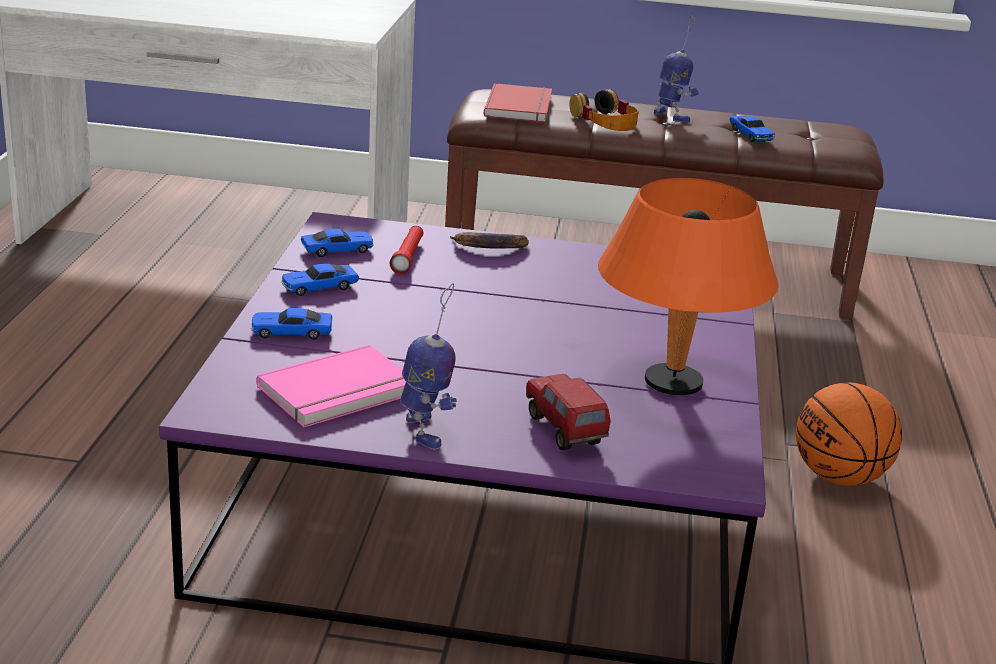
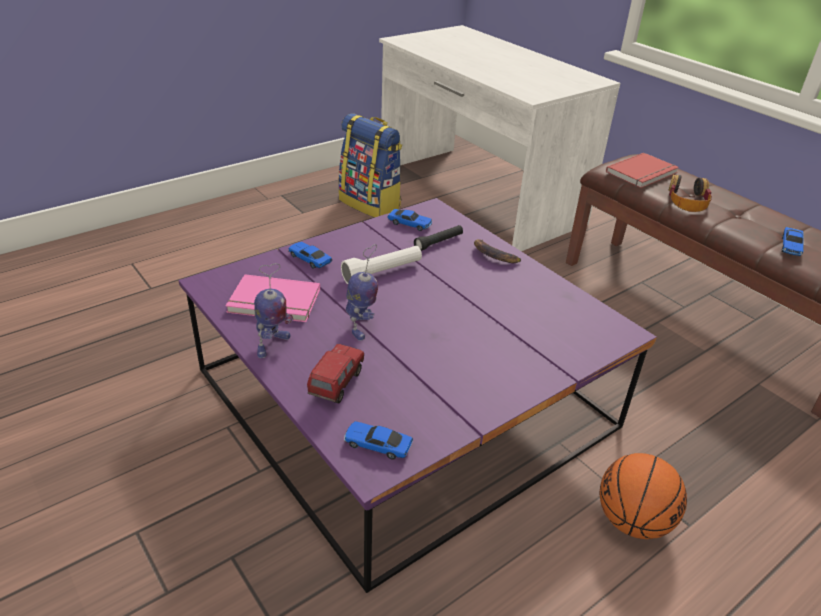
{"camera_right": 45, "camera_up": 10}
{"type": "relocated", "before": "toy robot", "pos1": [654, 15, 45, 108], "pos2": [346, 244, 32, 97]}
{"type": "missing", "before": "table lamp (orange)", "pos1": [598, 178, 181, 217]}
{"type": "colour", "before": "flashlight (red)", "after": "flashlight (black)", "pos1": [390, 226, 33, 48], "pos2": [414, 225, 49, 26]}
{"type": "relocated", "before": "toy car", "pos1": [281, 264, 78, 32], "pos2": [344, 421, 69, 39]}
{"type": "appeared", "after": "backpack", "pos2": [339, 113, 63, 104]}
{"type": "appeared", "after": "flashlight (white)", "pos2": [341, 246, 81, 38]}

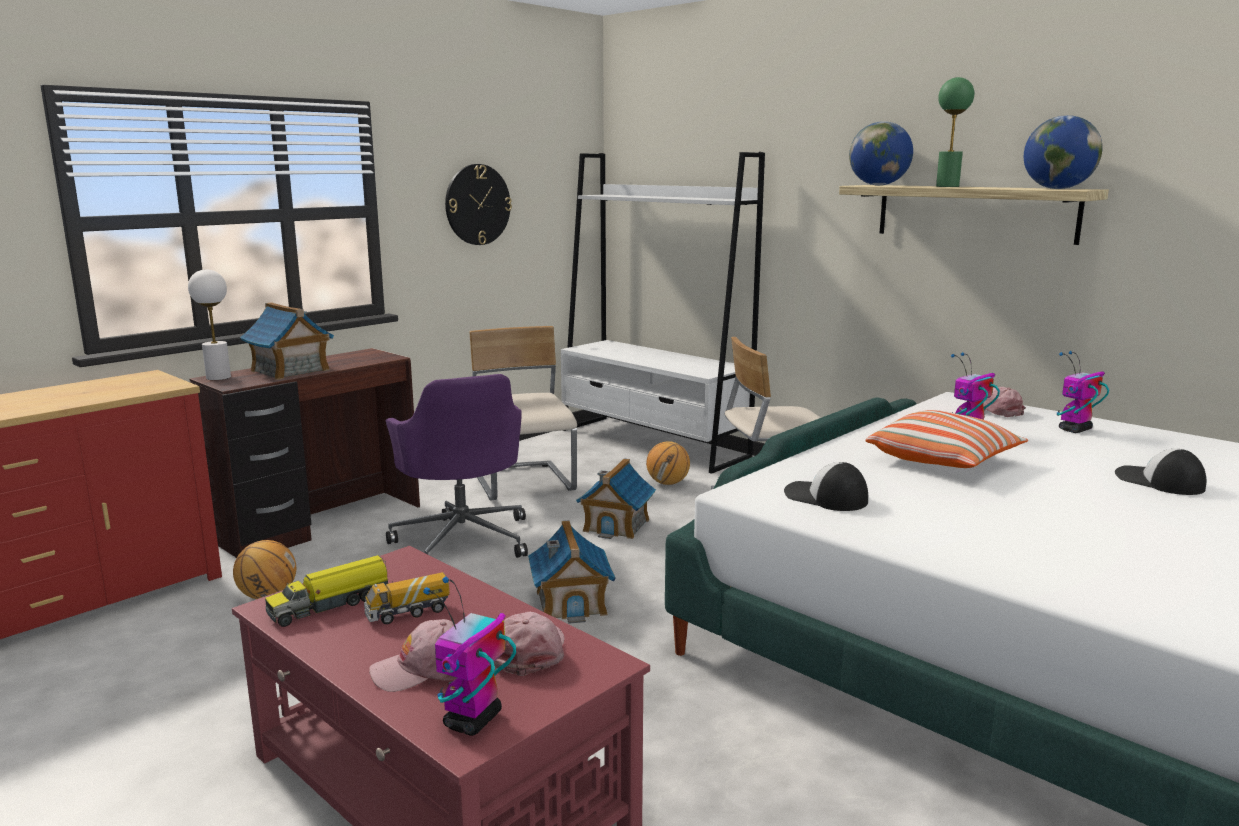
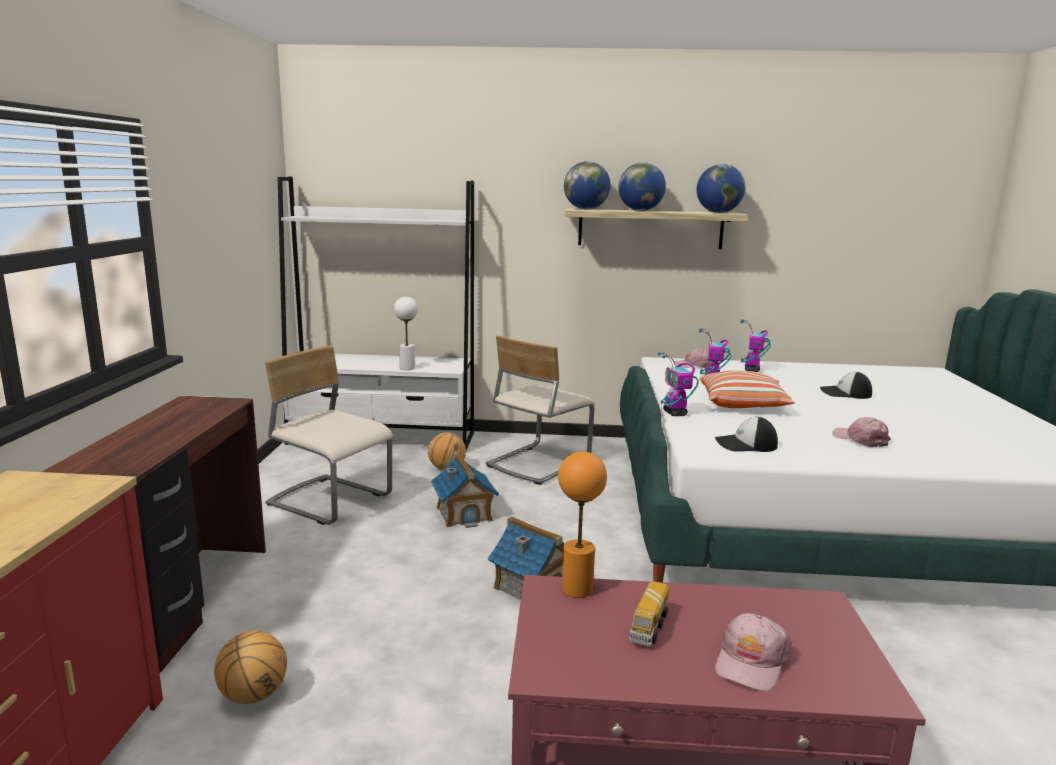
{"camera_right": -40, "camera_up": 0}
{"type": "exchanged", "before": "table lamp (green)", "after": "globe", "pos1": [936, 77, 38, 110], "pos2": [619, 162, 47, 49]}
{"type": "missing", "before": "wall clock", "pos1": [445, 164, 67, 81]}
{"type": "relocated", "before": "table lamp (white)", "pos1": [188, 269, 43, 111], "pos2": [394, 297, 24, 73]}
{"type": "missing", "before": "toy house", "pos1": [240, 302, 94, 78]}
{"type": "missing", "before": "office chair (purple)", "pos1": [386, 374, 142, 184]}
{"type": "missing", "before": "toy truck", "pos1": [265, 555, 128, 72]}
{"type": "relocated", "before": "toy robot", "pos1": [423, 576, 93, 160], "pos2": [658, 353, 41, 63]}
{"type": "relocated", "before": "cap (pink)", "pos1": [494, 612, 71, 64], "pos2": [832, 417, 59, 30]}
{"type": "appeared", "after": "table lamp (orange)", "pos2": [558, 452, 49, 146]}

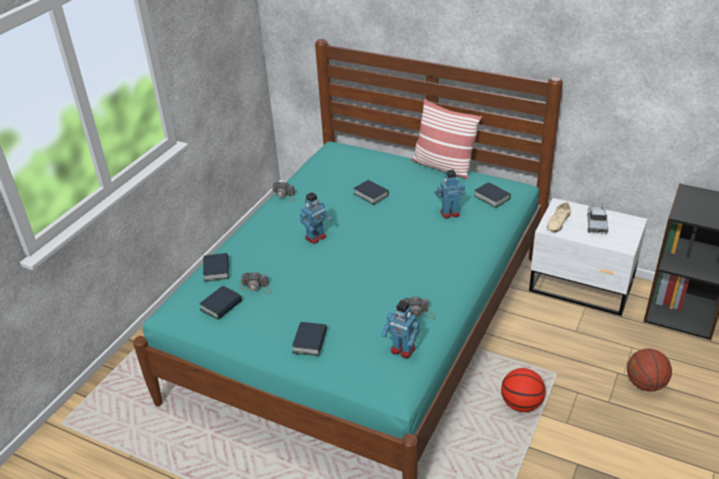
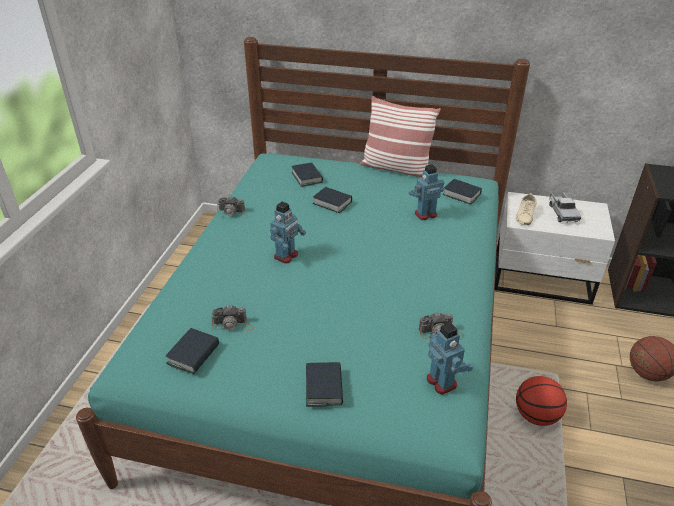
{"camera_right": -15, "camera_up": 0}
{"type": "relocated", "before": "book", "pos1": [203, 253, 26, 29], "pos2": [292, 162, 31, 25]}
{"type": "spun", "before": "toy robot", "pos1": [381, 300, 39, 58], "pos2": [427, 322, 46, 73], "turn": -135}

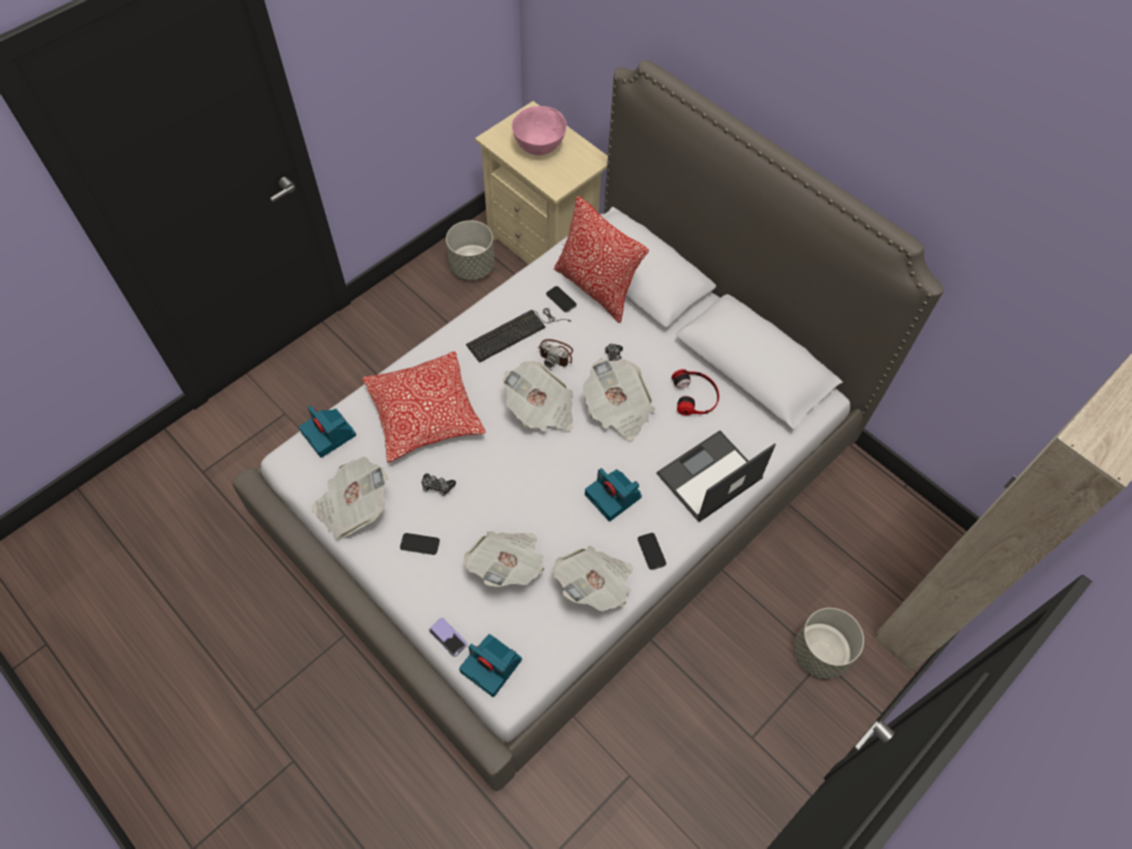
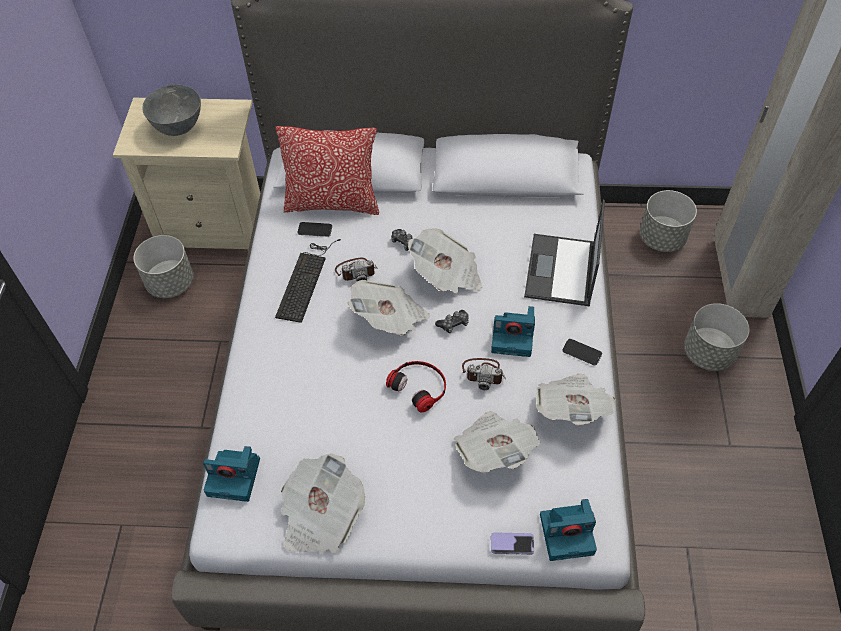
{"camera_right": -40, "camera_up": -5}
{"type": "colour", "before": "bowl (pink)", "after": "bowl (grey)", "pos1": [512, 106, 55, 49], "pos2": [142, 84, 59, 52]}
{"type": "missing", "before": "pillow", "pos1": [362, 351, 124, 111]}
{"type": "relocated", "before": "headphones", "pos1": [671, 369, 48, 46], "pos2": [386, 361, 60, 51]}
{"type": "relocated", "before": "game controller", "pos1": [422, 473, 34, 23], "pos2": [435, 310, 34, 23]}
{"type": "missing", "before": "phone", "pos1": [400, 533, 40, 22]}
{"type": "appeared", "after": "planter (grey)", "pos2": [640, 190, 57, 62]}
{"type": "appeared", "after": "photo camera", "pos2": [462, 358, 44, 32]}

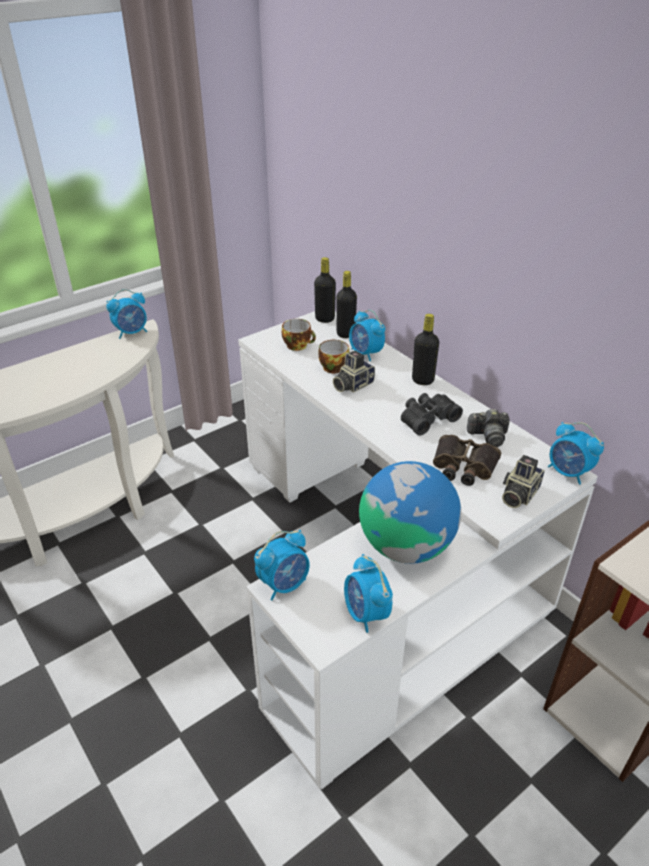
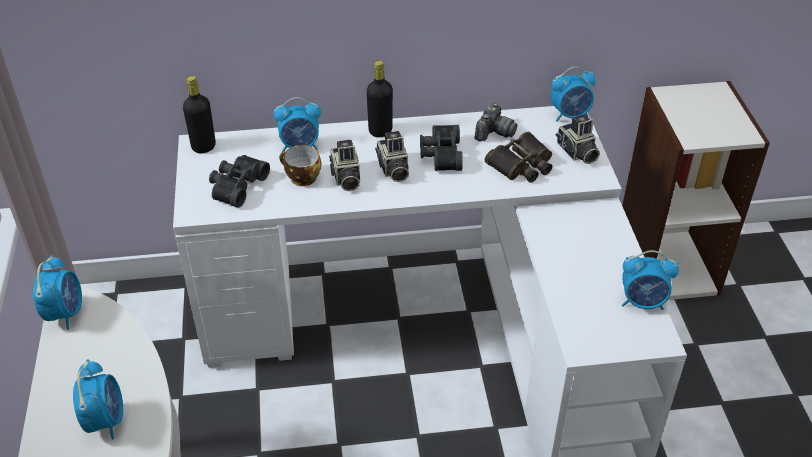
{"camera_right": -60, "camera_up": 5}
{"type": "missing", "before": "bottle (black)", "pos1": [336, 271, 21, 67]}
{"type": "exchanged", "before": "cup", "after": "binoculars (black)", "pos1": [282, 319, 34, 32], "pos2": [209, 155, 61, 53]}
{"type": "missing", "before": "globe", "pos1": [359, 461, 102, 103]}
{"type": "relocated", "before": "alarm clock", "pos1": [254, 530, 56, 71], "pos2": [73, 359, 50, 81]}
{"type": "appeared", "after": "photo camera", "pos2": [375, 131, 34, 51]}

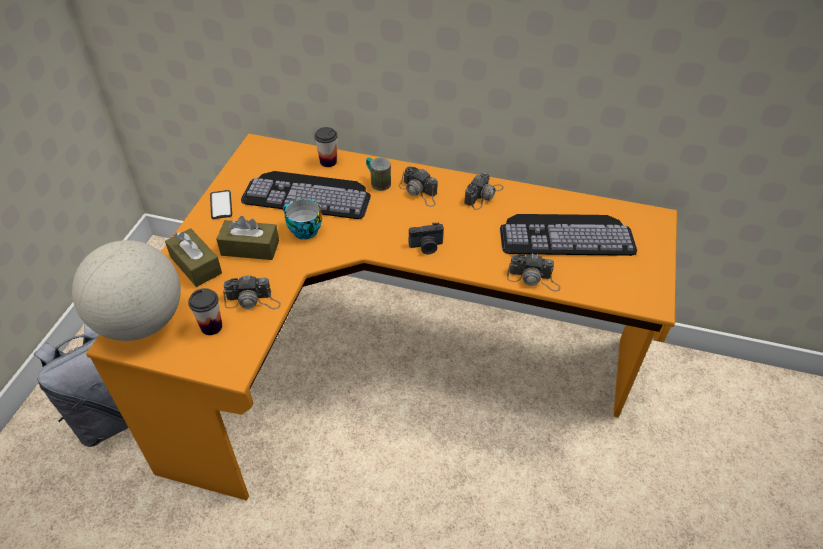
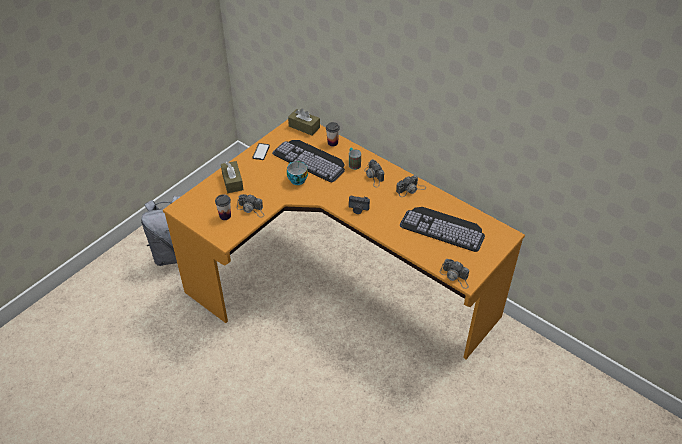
{"camera_right": 25, "camera_up": 0}
{"type": "relocated", "before": "tissue box (brown)", "pos1": [216, 216, 63, 44], "pos2": [288, 108, 32, 28]}
{"type": "missing", "before": "globe", "pos1": [72, 240, 109, 101]}
{"type": "relocated", "before": "photo camera", "pos1": [507, 253, 54, 39], "pos2": [440, 259, 29, 30]}

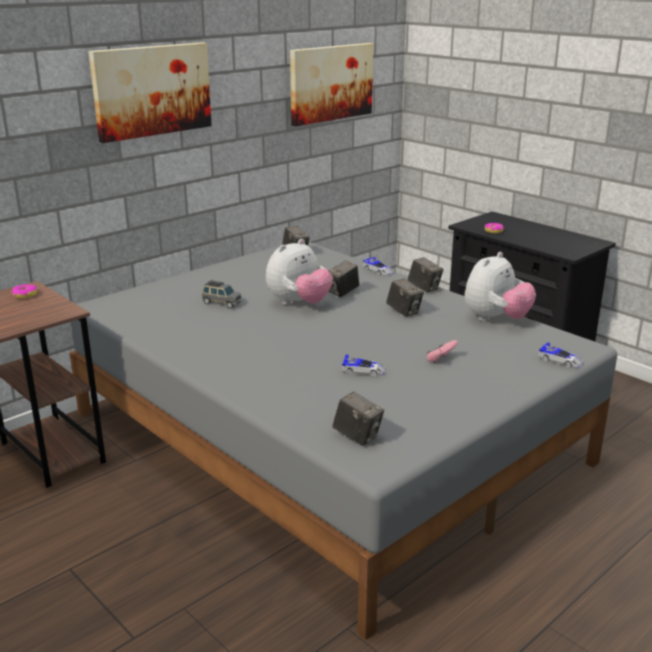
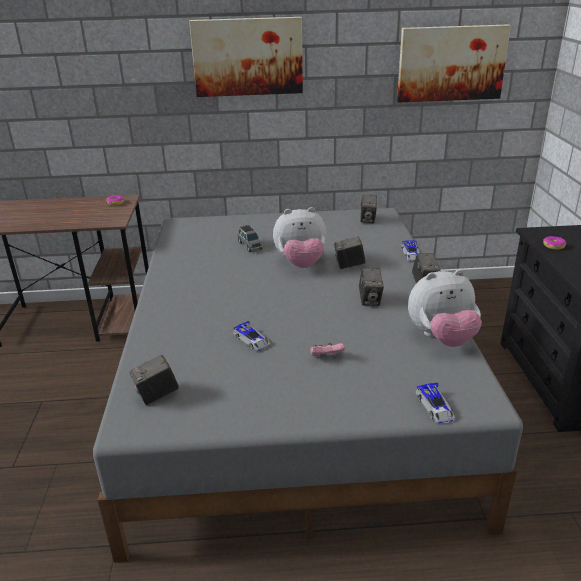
{"camera_right": 40, "camera_up": 5}
{"type": "spun", "before": "photo camera", "pos1": [332, 392, 52, 54], "pos2": [129, 355, 50, 50], "turn": 75}

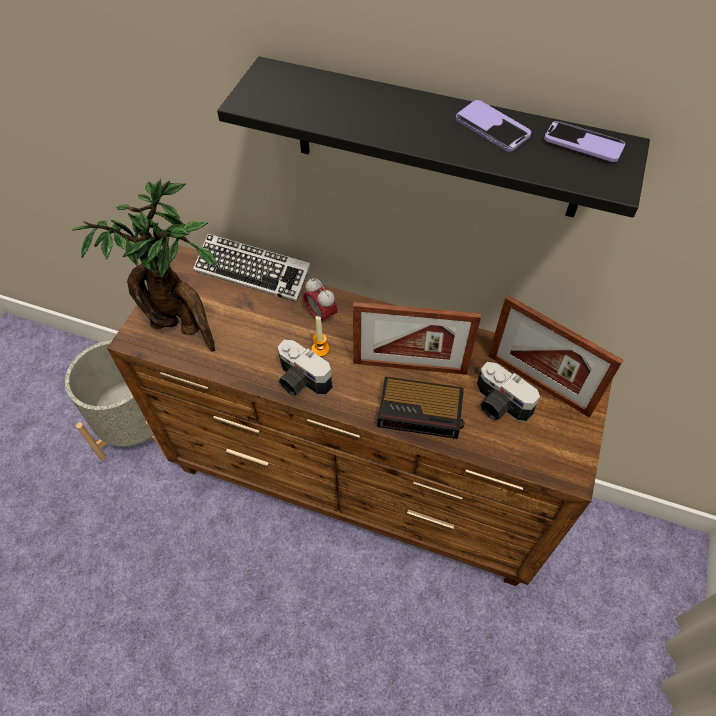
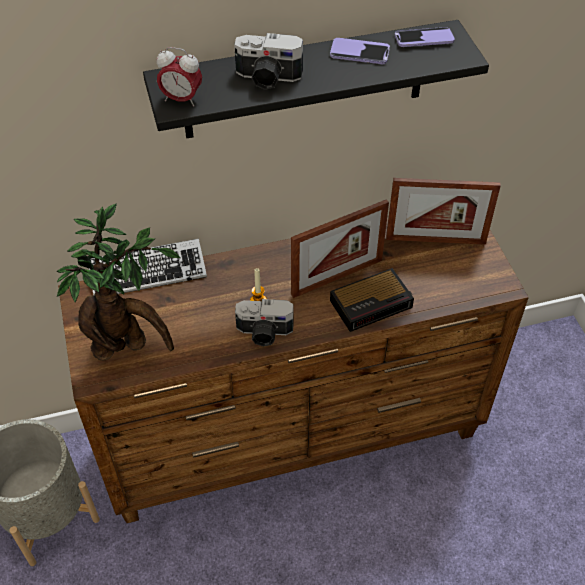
{"camera_right": -35, "camera_up": -5}
{"type": "relocated", "before": "alarm clock", "pos1": [304, 278, 34, 49], "pos2": [156, 47, 46, 60]}
{"type": "relocated", "before": "photo camera", "pos1": [477, 362, 63, 60], "pos2": [234, 33, 69, 57]}

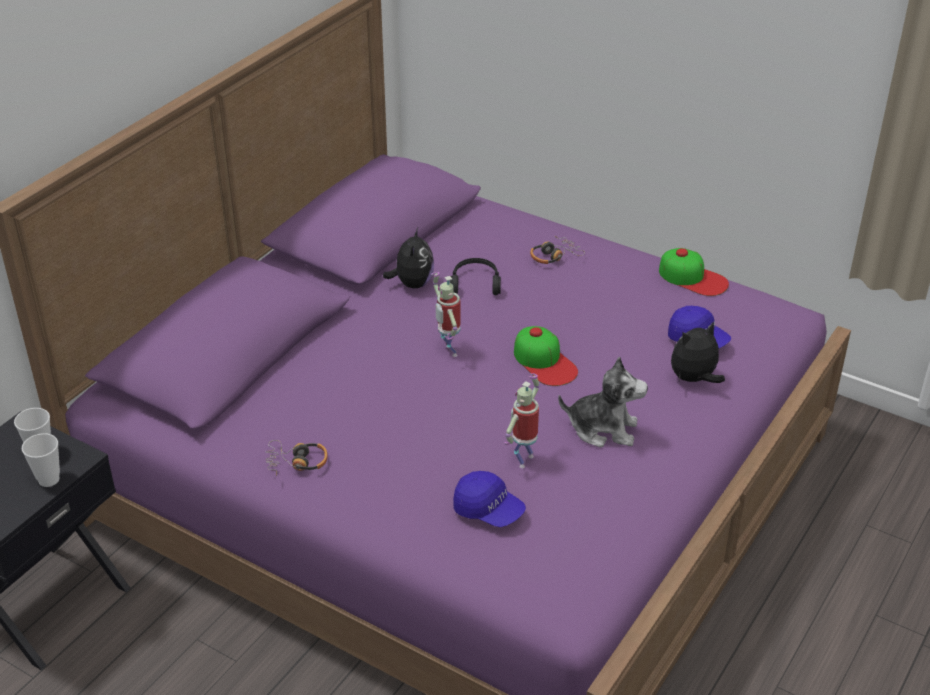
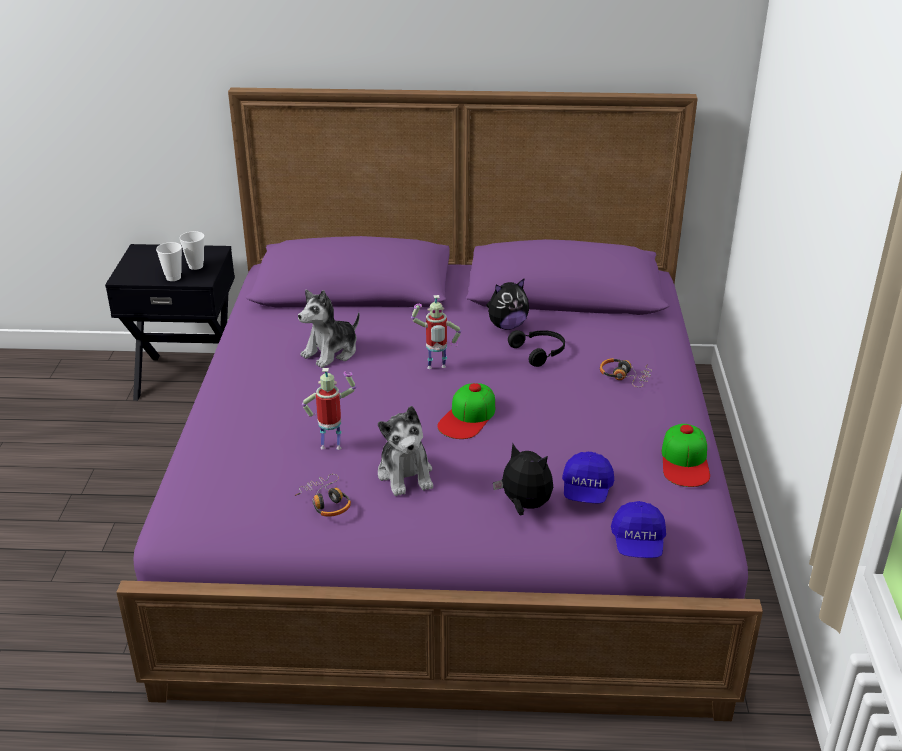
{"camera_right": 60, "camera_up": -5}
{"type": "spun", "before": "toy robot", "pos1": [431, 272, 30, 85], "pos2": [411, 295, 50, 74], "turn": -135}
{"type": "relocated", "before": "headphones", "pos1": [266, 440, 62, 36], "pos2": [295, 474, 56, 43]}
{"type": "relocated", "before": "cap (blue)", "pos1": [453, 471, 73, 56], "pos2": [611, 501, 55, 57]}
{"type": "appeared", "after": "plush toy", "pos2": [298, 290, 62, 78]}

